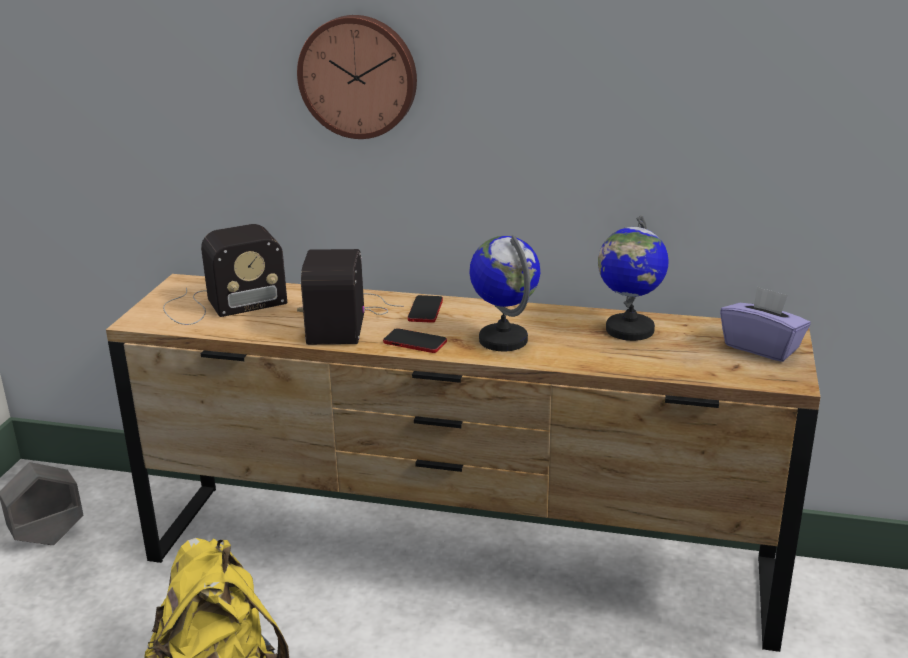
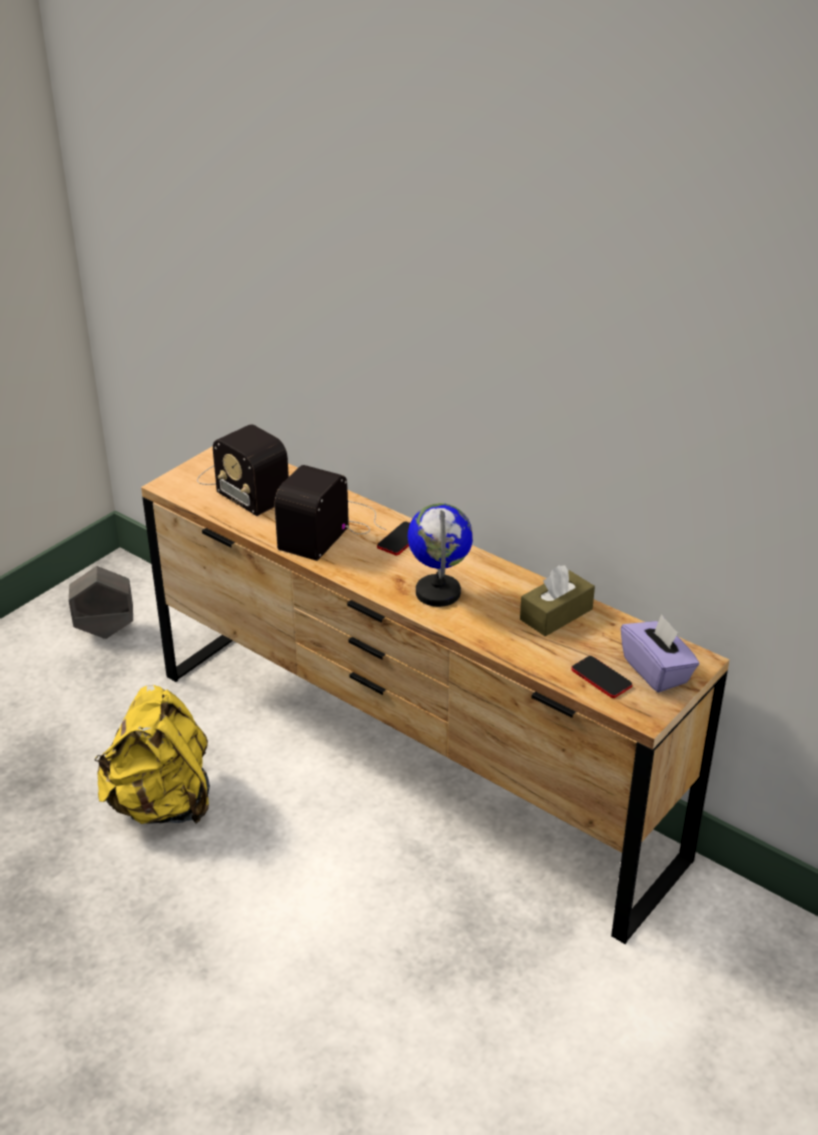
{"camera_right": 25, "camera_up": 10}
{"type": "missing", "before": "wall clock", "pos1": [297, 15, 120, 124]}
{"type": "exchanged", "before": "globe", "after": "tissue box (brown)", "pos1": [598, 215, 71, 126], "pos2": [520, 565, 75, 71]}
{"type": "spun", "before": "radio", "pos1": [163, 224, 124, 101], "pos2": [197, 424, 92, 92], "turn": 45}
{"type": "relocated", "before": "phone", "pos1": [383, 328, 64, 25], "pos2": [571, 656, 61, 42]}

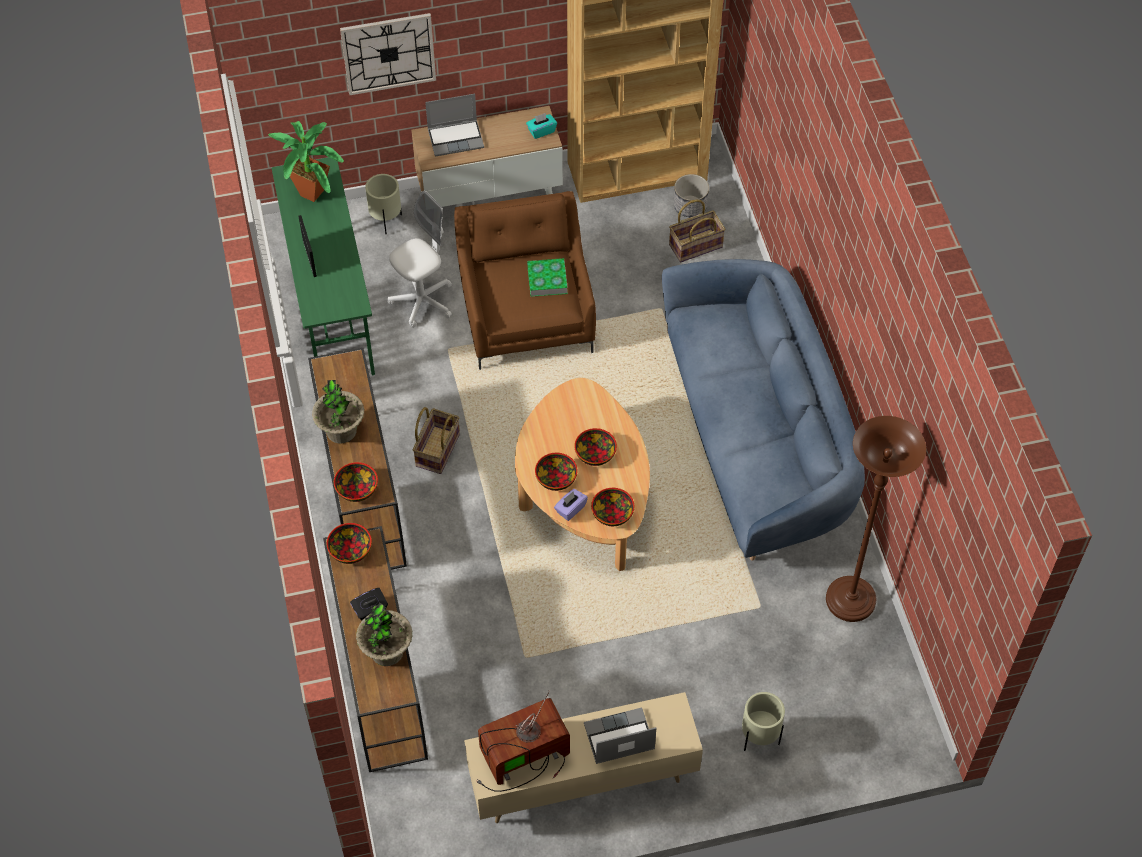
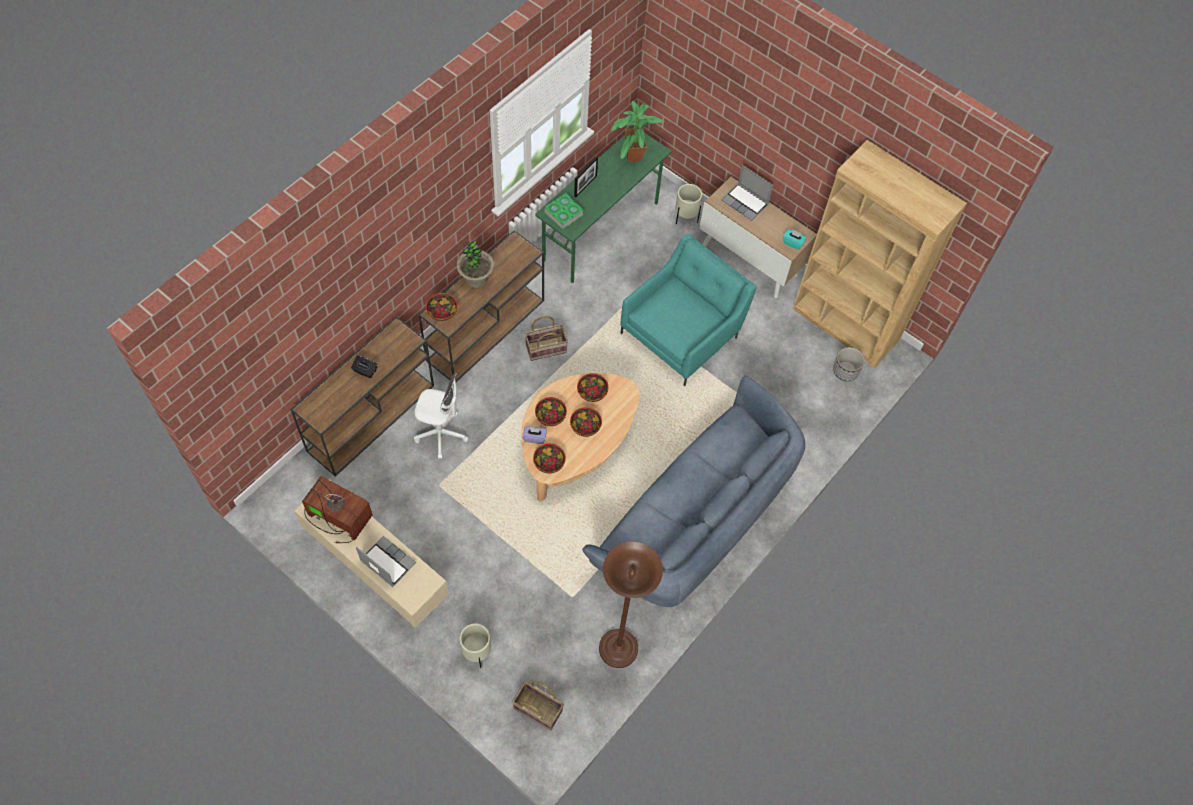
{"camera_right": 50, "camera_up": 5}
{"type": "missing", "before": "wall clock", "pos1": [340, 13, 96, 82]}
{"type": "relocated", "before": "office chair (white)", "pos1": [388, 190, 64, 138], "pos2": [414, 373, 55, 86]}
{"type": "colour", "before": "armchair (brown)", "after": "armchair (turquoise)", "pos1": [454, 191, 142, 179], "pos2": [620, 234, 137, 152]}
{"type": "relocated", "before": "basket", "pos1": [669, 199, 57, 63], "pos2": [512, 681, 52, 50]}
{"type": "relocated", "before": "book", "pos1": [527, 258, 41, 39], "pos2": [544, 193, 40, 36]}
{"type": "relocated", "before": "bowl", "pos1": [327, 523, 45, 41], "pos2": [577, 373, 32, 29]}
{"type": "missing", "before": "potted plant", "pos1": [356, 603, 57, 63]}

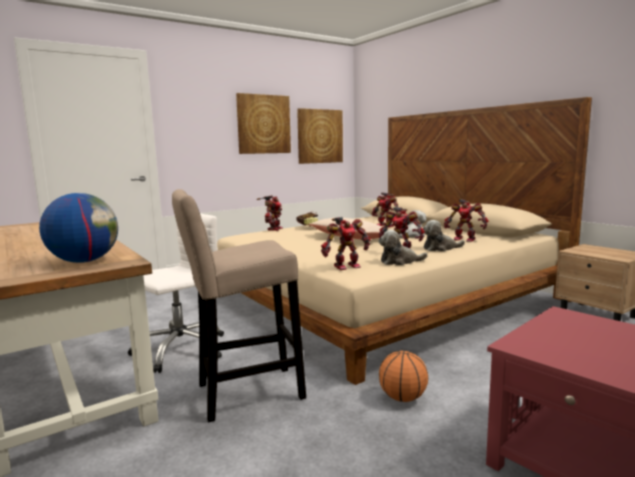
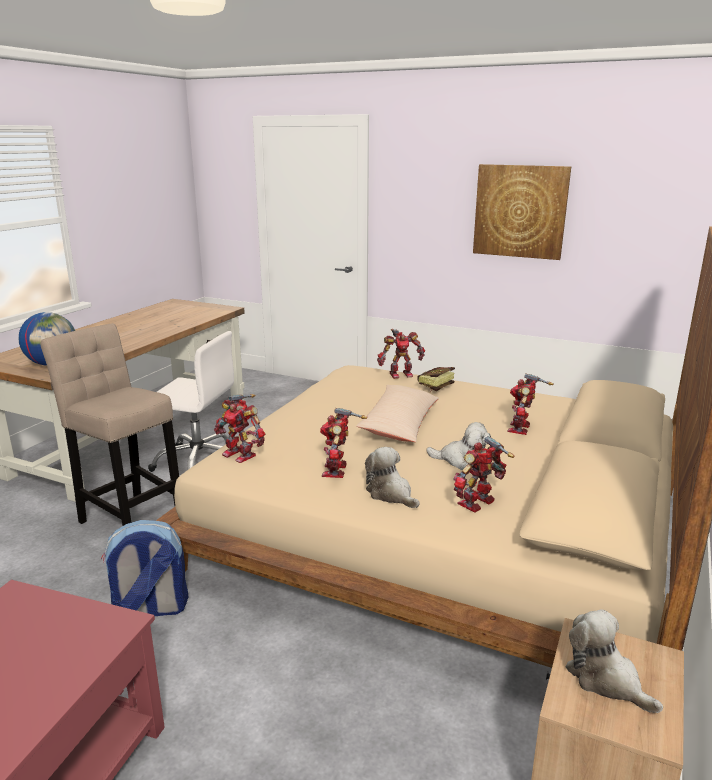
{"camera_right": 60, "camera_up": 10}
{"type": "missing", "before": "picture", "pos1": [297, 108, 46, 56]}
{"type": "spun", "before": "toy robot", "pos1": [444, 199, 45, 43], "pos2": [453, 436, 61, 76], "turn": 45}
{"type": "relocated", "before": "plush toy", "pos1": [378, 230, 49, 35], "pos2": [566, 609, 97, 104]}
{"type": "exchanged", "before": "basketball", "after": "backpack", "pos1": [379, 351, 49, 51], "pos2": [101, 520, 88, 96]}

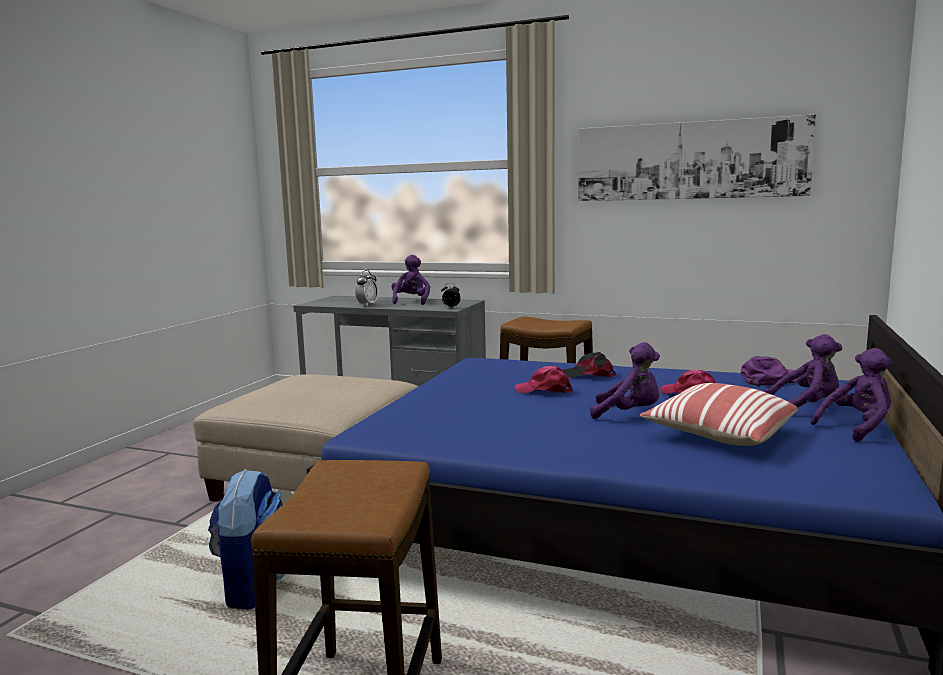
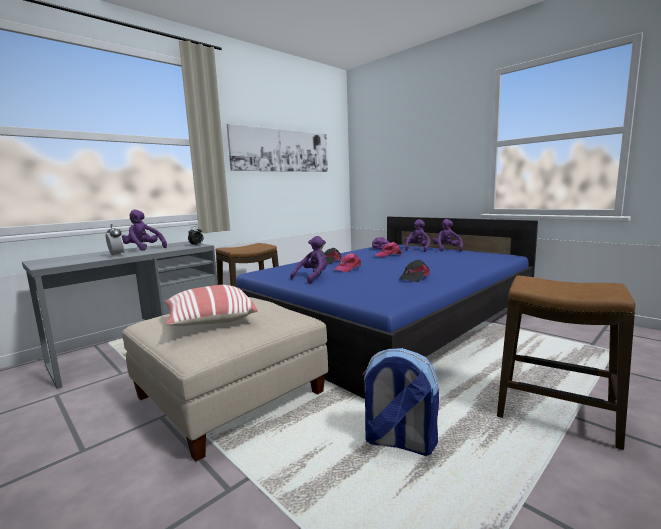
{"camera_right": -65, "camera_up": 0}
{"type": "relocated", "before": "plush toy (purple)", "pos1": [590, 342, 70, 77], "pos2": [290, 236, 37, 48]}
{"type": "relocated", "before": "pillow", "pos1": [640, 383, 158, 63], "pos2": [164, 285, 94, 41]}
{"type": "appeared", "after": "cap (black)", "pos2": [399, 260, 30, 22]}

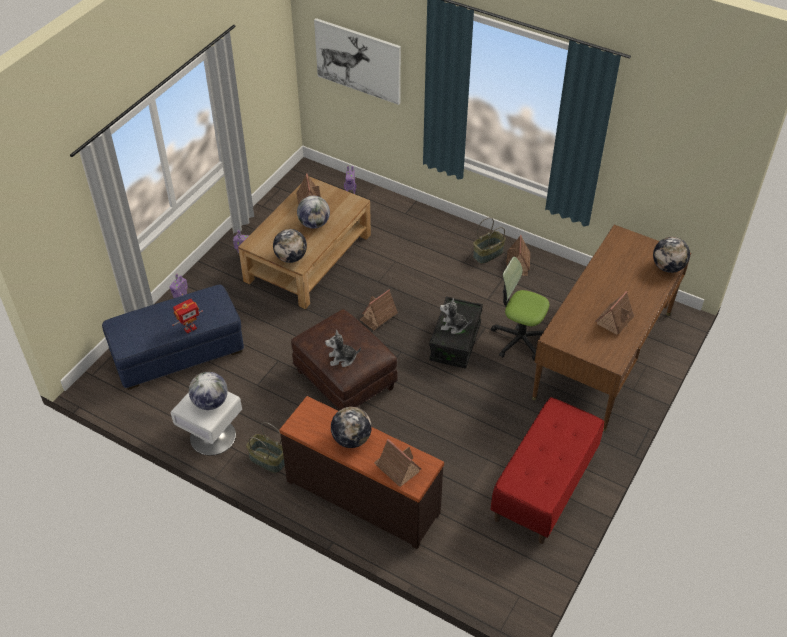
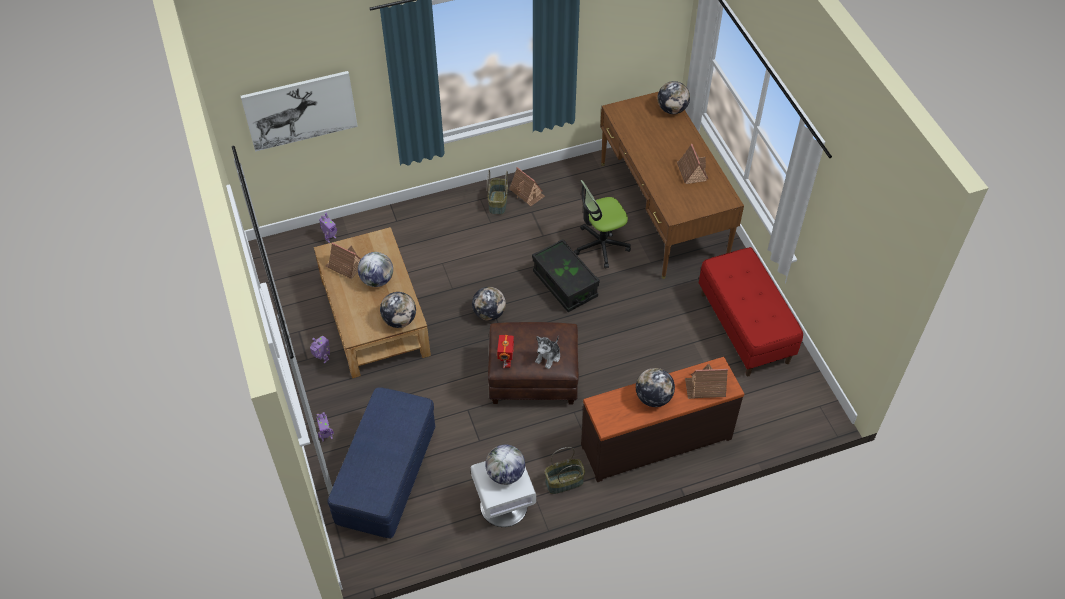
{"camera_right": -50, "camera_up": 5}
{"type": "exchanged", "before": "toy house", "after": "globe", "pos1": [359, 289, 39, 41], "pos2": [472, 287, 34, 34]}
{"type": "missing", "before": "plush toy", "pos1": [440, 298, 32, 36]}
{"type": "relocated", "before": "toy robot", "pos1": [172, 299, 31, 35], "pos2": [497, 335, 17, 34]}

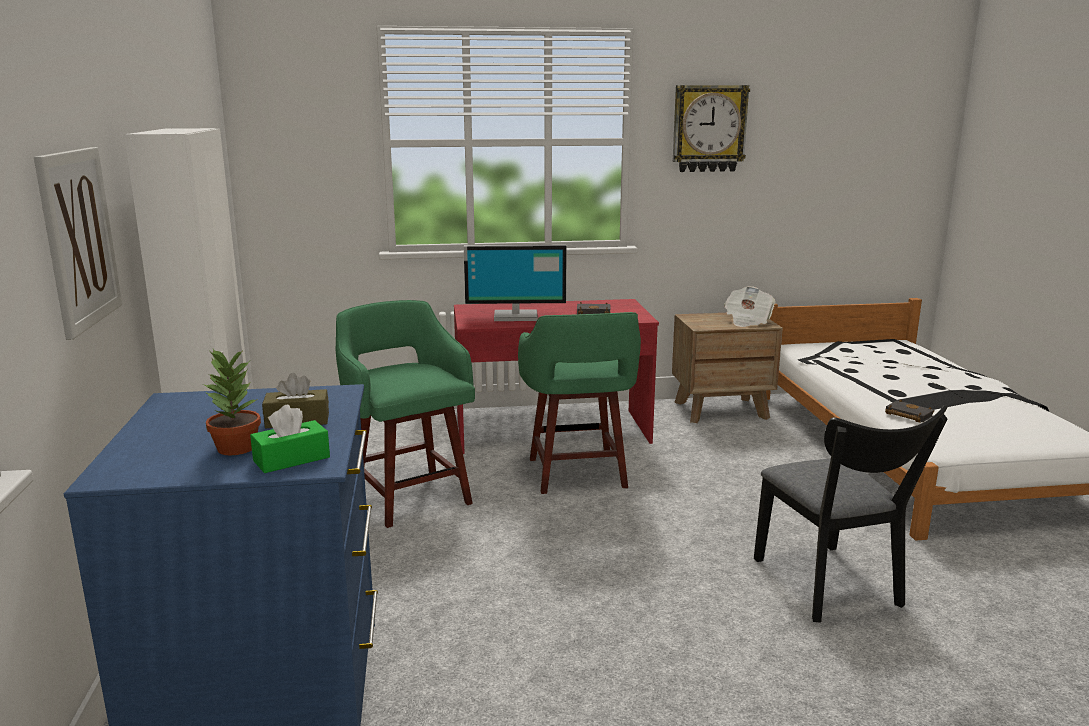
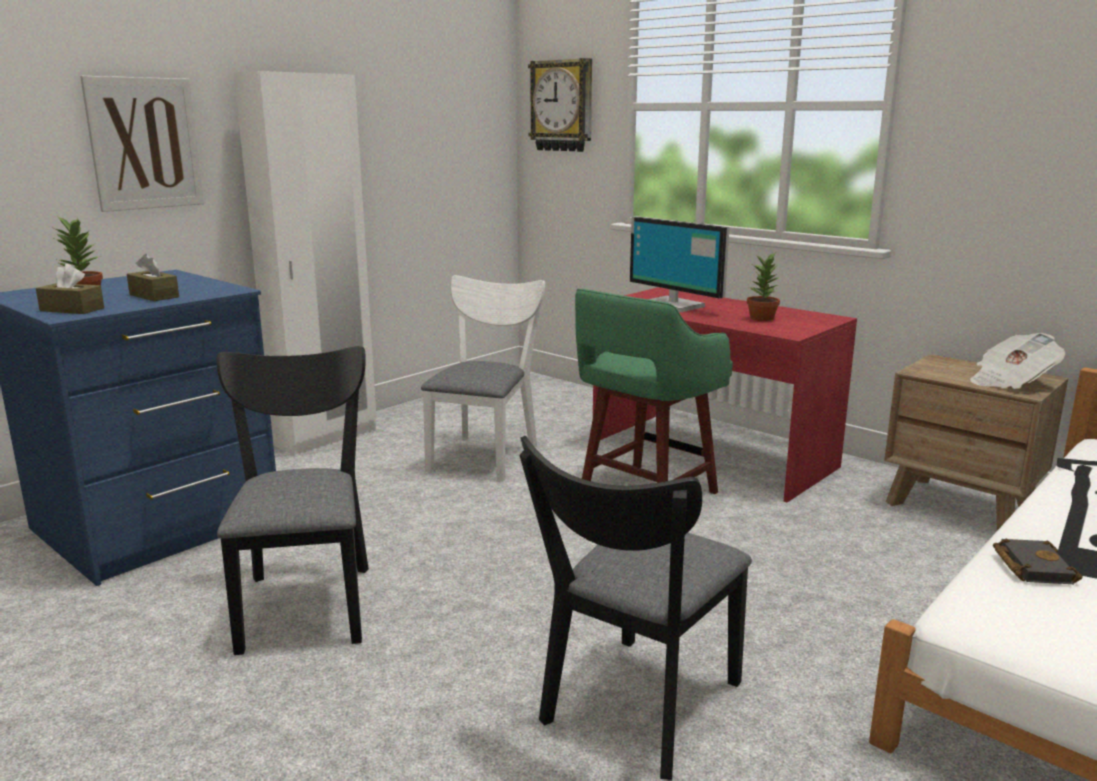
{"camera_right": 50, "camera_up": 0}
{"type": "relocated", "before": "wall clock", "pos1": [673, 85, 77, 87], "pos2": [528, 58, 64, 94]}
{"type": "exchanged", "before": "stool (green)", "after": "chair (white)", "pos1": [336, 300, 139, 228], "pos2": [421, 275, 124, 207]}
{"type": "exchanged", "before": "book (black)", "after": "potted plant", "pos1": [577, 302, 34, 12], "pos2": [747, 252, 33, 69]}
{"type": "colour", "before": "tissue box (green)", "after": "tissue box (brown)", "pos1": [250, 405, 80, 68], "pos2": [36, 264, 68, 50]}
{"type": "appeared", "after": "chair (black)", "pos2": [217, 346, 152, 309]}

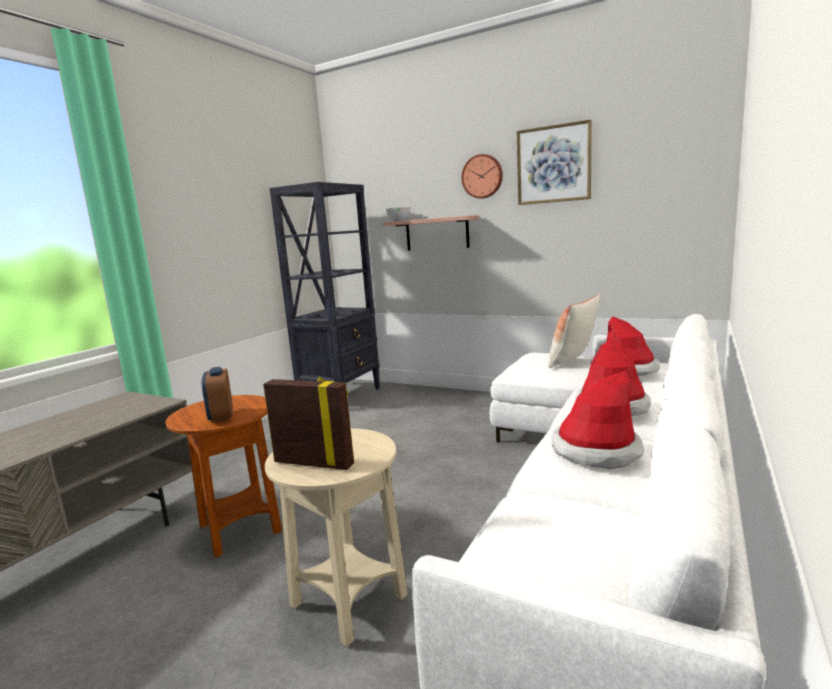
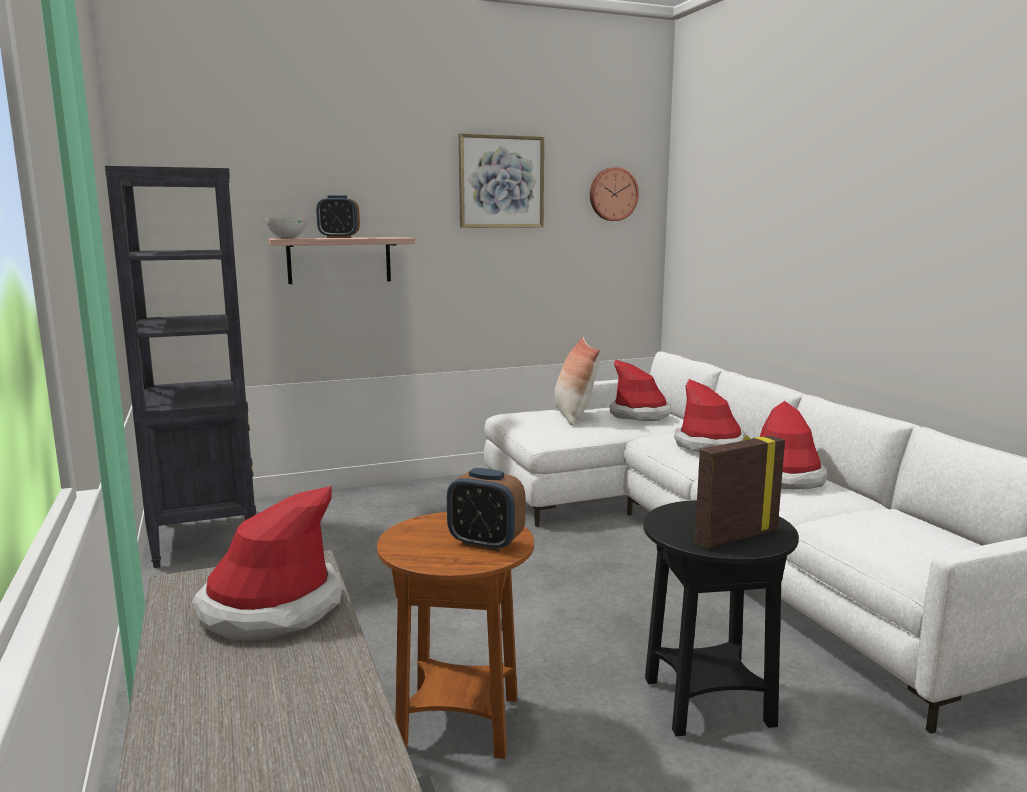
{"camera_right": -50, "camera_up": 0}
{"type": "relocated", "before": "wall clock", "pos1": [461, 154, 42, 45], "pos2": [590, 167, 49, 54]}
{"type": "colour", "before": "side table (beige)", "after": "side table (black)", "pos1": [265, 428, 143, 219], "pos2": [643, 500, 156, 236]}
{"type": "appeared", "after": "alarm clock", "pos2": [316, 195, 44, 43]}
{"type": "appeared", "after": "hat", "pos2": [192, 486, 150, 155]}

